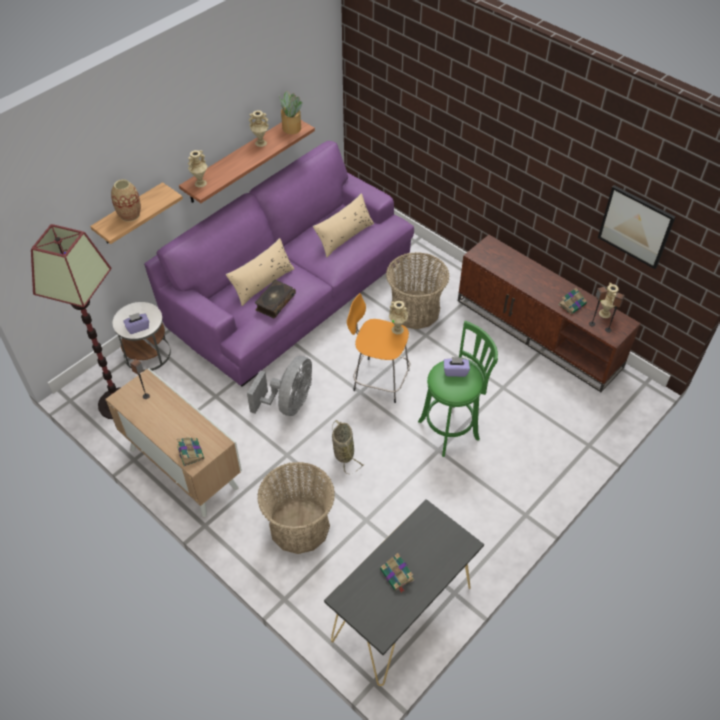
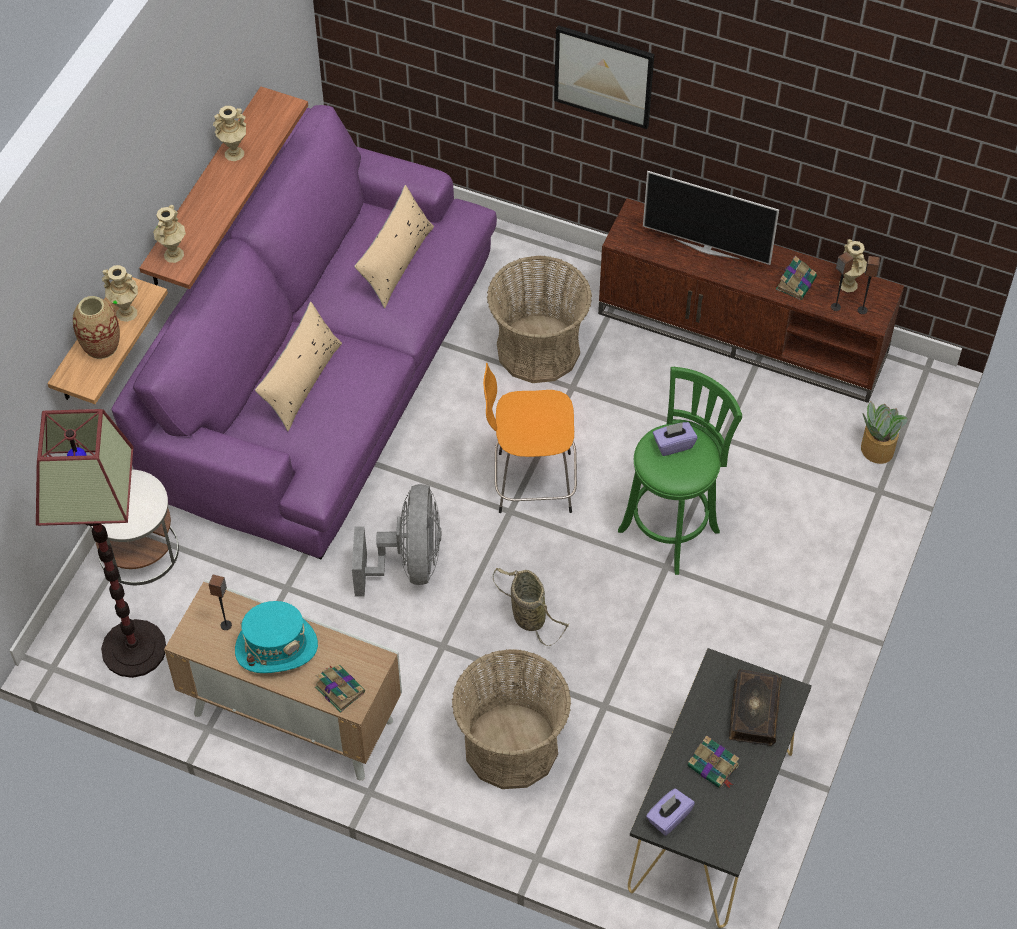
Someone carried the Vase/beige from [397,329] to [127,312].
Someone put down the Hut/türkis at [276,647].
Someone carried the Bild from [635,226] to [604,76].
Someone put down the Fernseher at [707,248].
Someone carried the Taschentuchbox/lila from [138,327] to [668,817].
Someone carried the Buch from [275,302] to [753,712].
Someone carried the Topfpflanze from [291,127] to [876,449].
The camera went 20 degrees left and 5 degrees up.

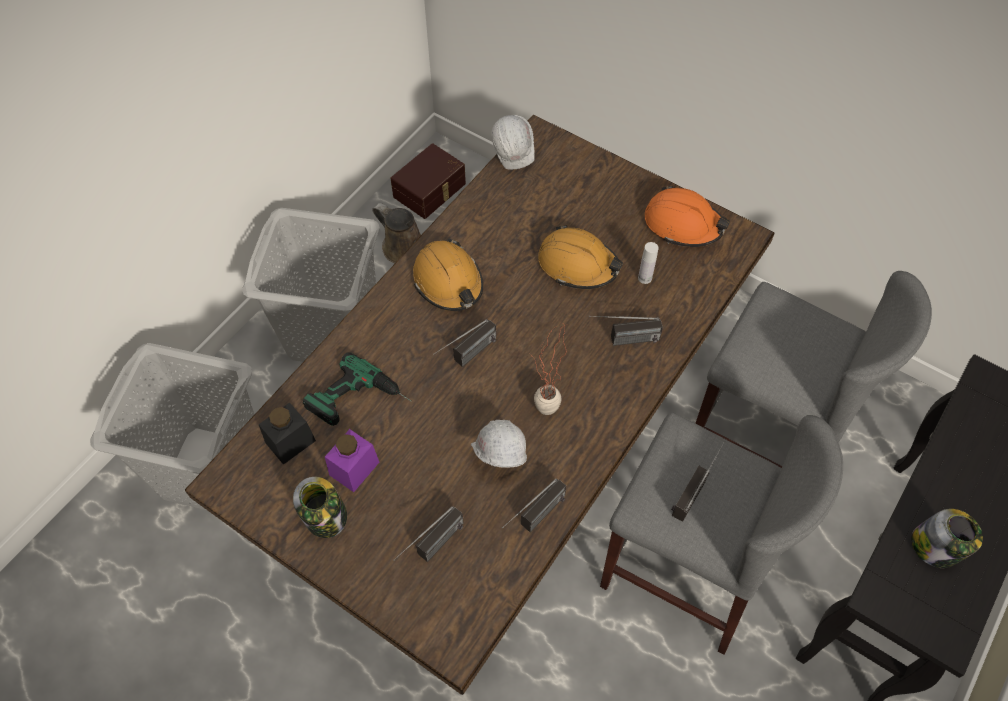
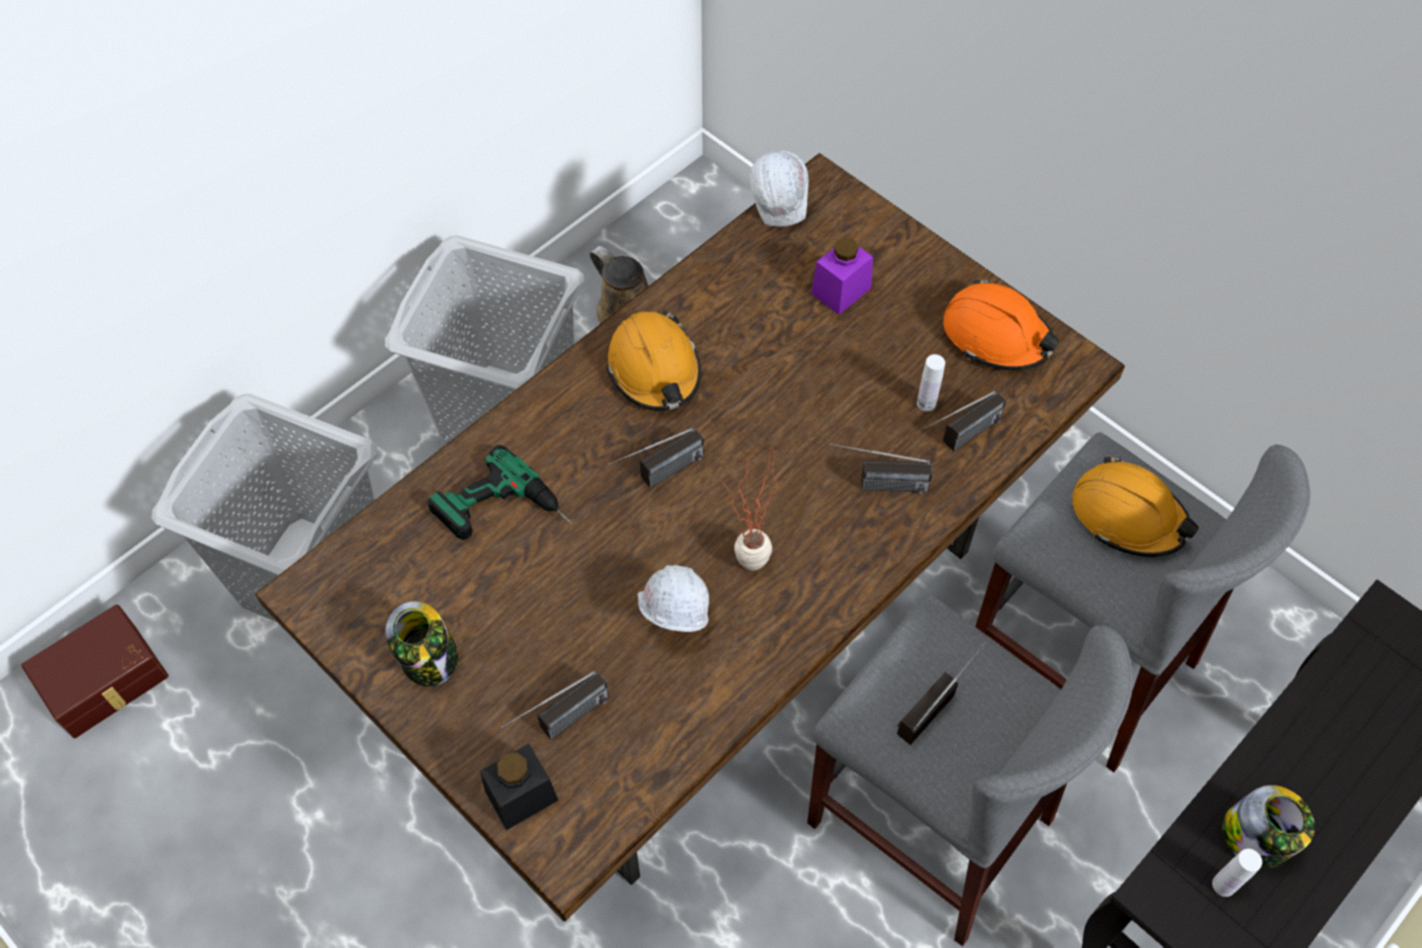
Someone carried the Aufbewahrungsbox/braun from [431,191] to [106,682].
Someone carried the Vorratsglas/schwarz from [290,442] to [521,796].
Someone carried the Vorratsglas/lila from [354,468] to [841,291].
Someone carried the Radio from [534,521] to [960,440].
Someone carried the Schutzhelm/orange from [578,265] to [1128,516].
Someone put down the Flasche/weiß at [1223,885].
The camera went 10 degrees right and 0 degrees up.

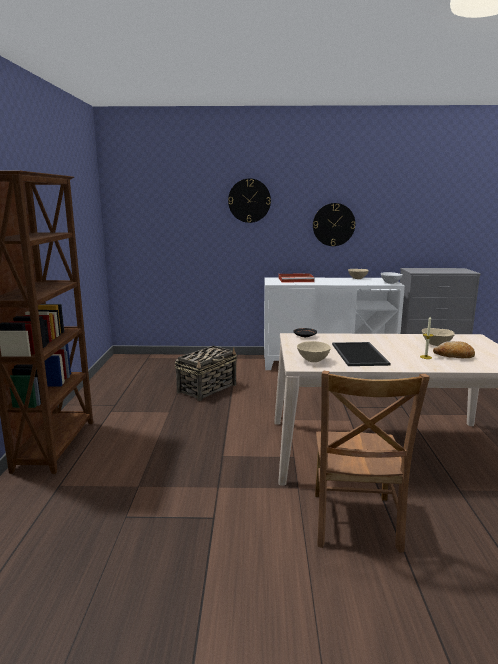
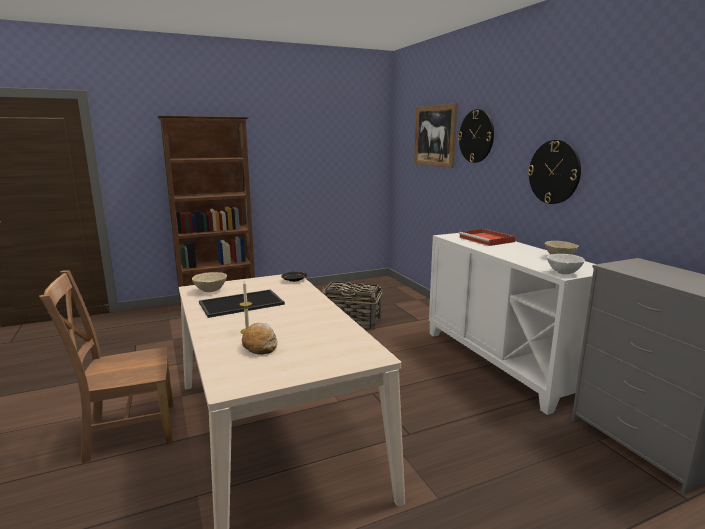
Someone put up the Bild at [435,136].
Someone took away the Schüssel/beige at [436,345].
The camera went 65 degrees right and 0 degrees up.

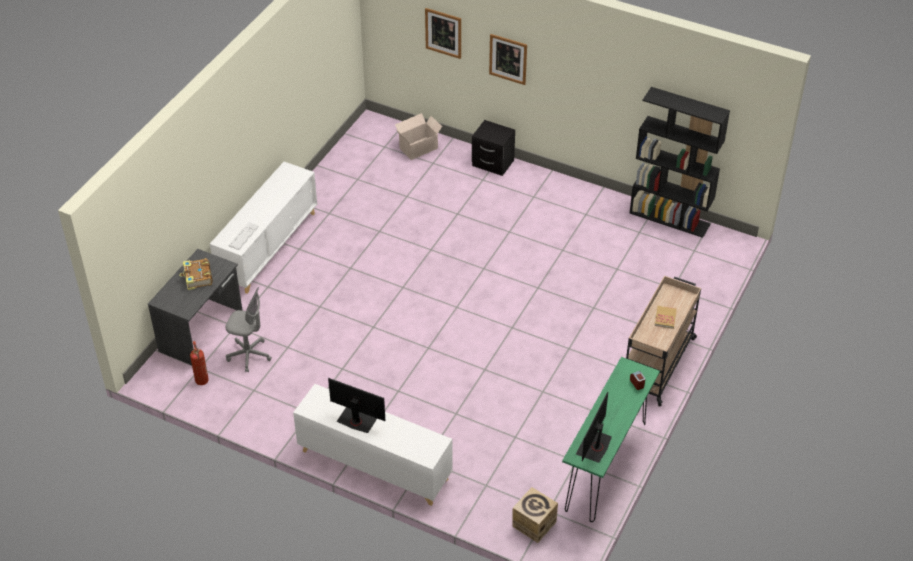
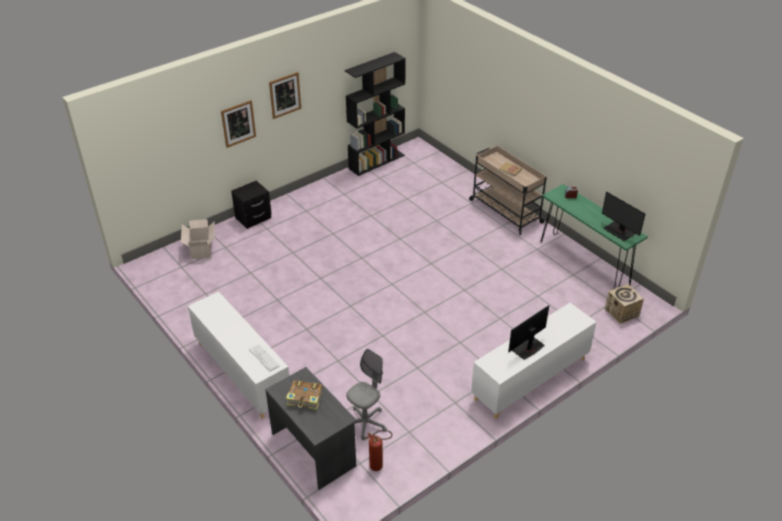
Someone carried the Bild from [443,33] to [285,95].
The camera went 65 degrees left and 5 degrees down.

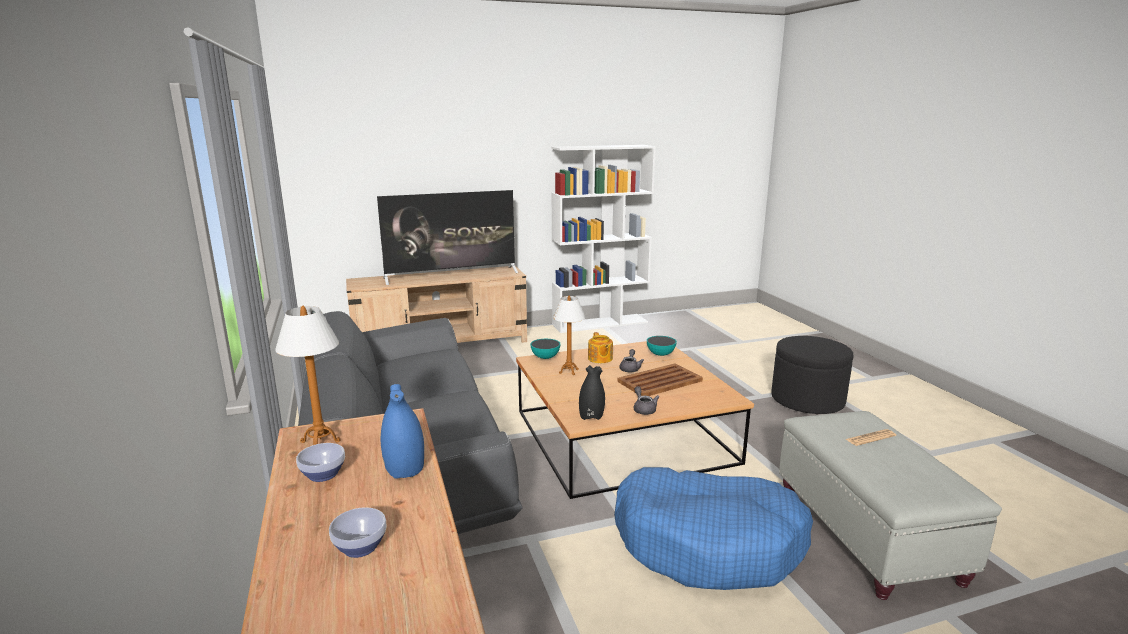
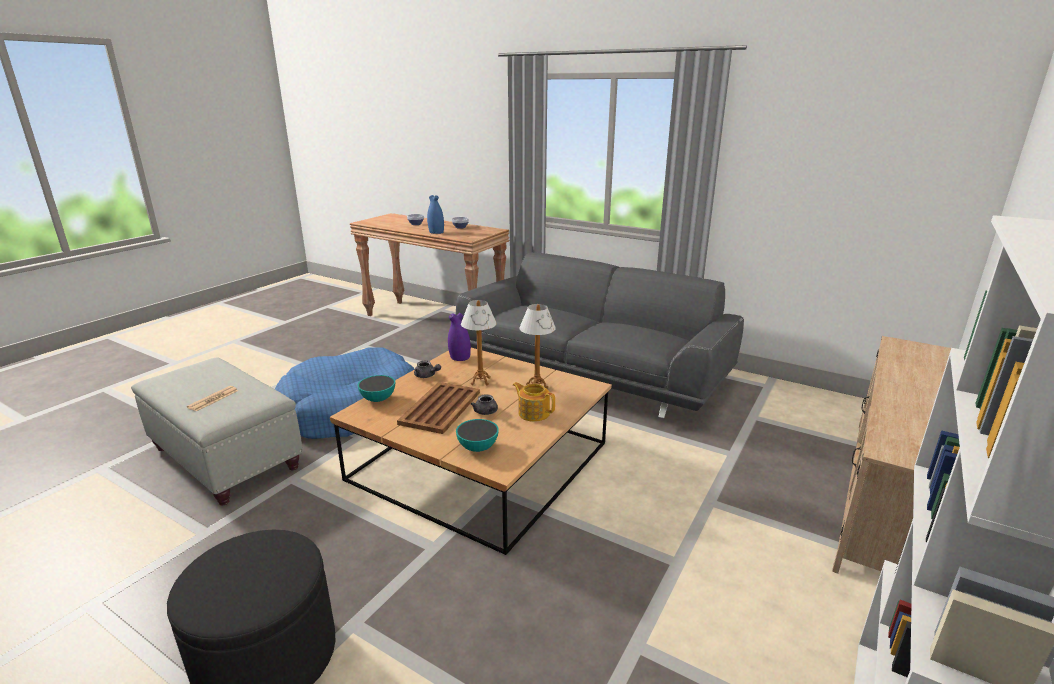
Someone carried the Schüssel from [545,357] to [378,399].
Someone repainted the Vase/schwarz at [591,416], which became the Vase/lila at [459,357].
Someone carried the Tischlampe from [320,442] to [480,381].
Someone took away the Fernseher at [452,275].
The camera went 140 degrees right and 5 degrees up.

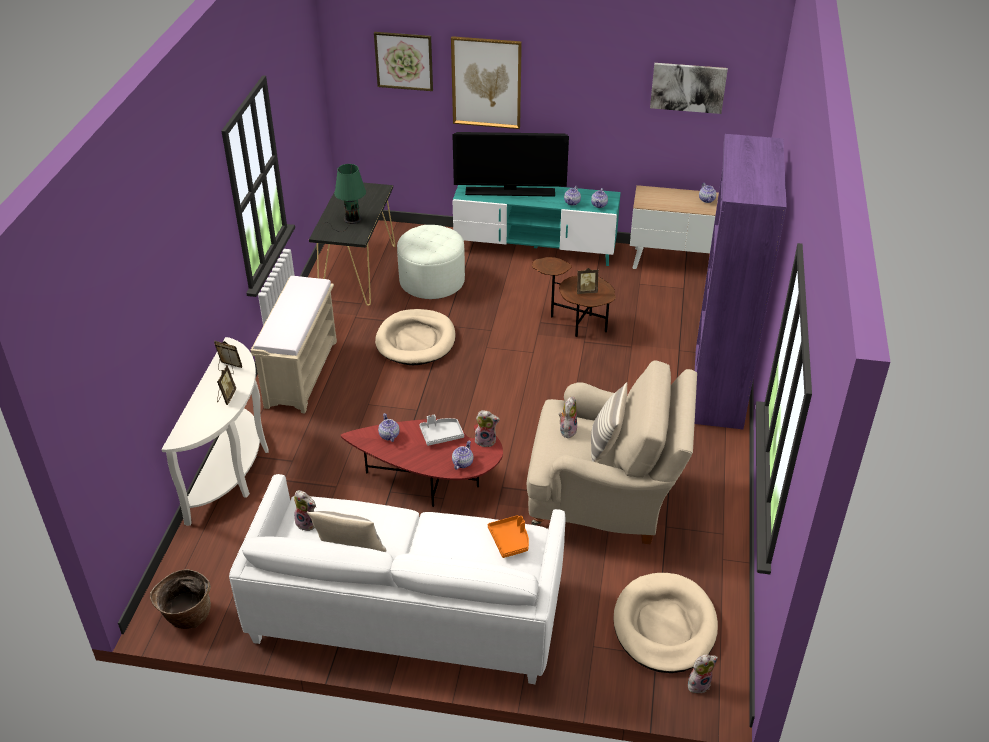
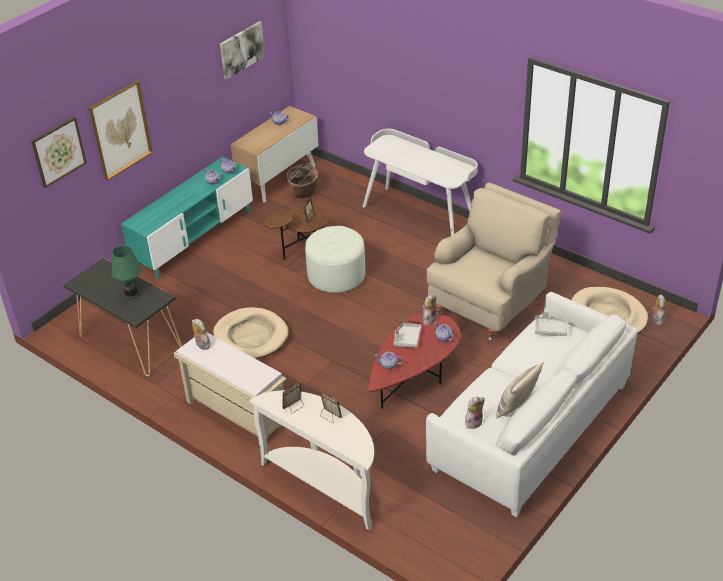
Someone carried the Plüschtier from [567,430] to [201,345].
Someone carried the Korb from [186,616] to [303,193].
Someone carried the Polsterhocker/weiß from [432,281] to [336,275].
Someone swapped the Bücherregal/lila at [717,387] for the Schreibtisch/weiß at [419,215].
Someone repainted the Tablett/orange at [510,540], which became the Tablett/grau at [550,329].
Someone took away the Fernseher at [510,192].
Someone took away the Kissen at [605,444].
The camera went 60 degrees left and 0 degrees up.

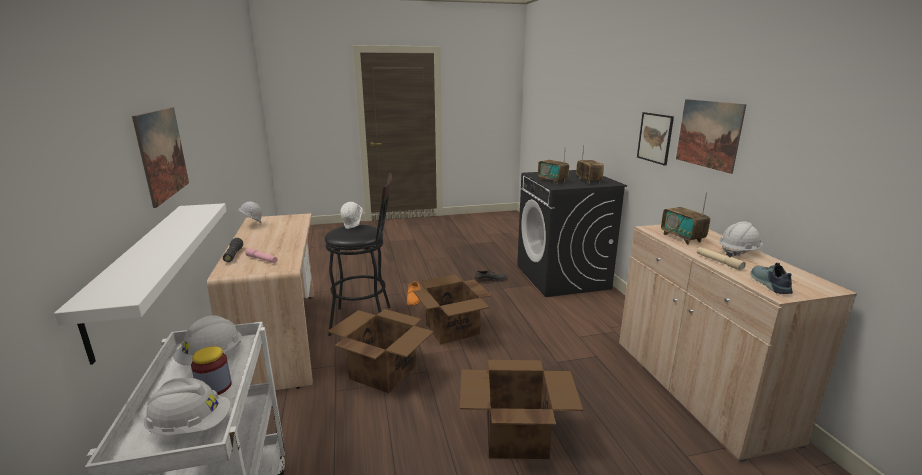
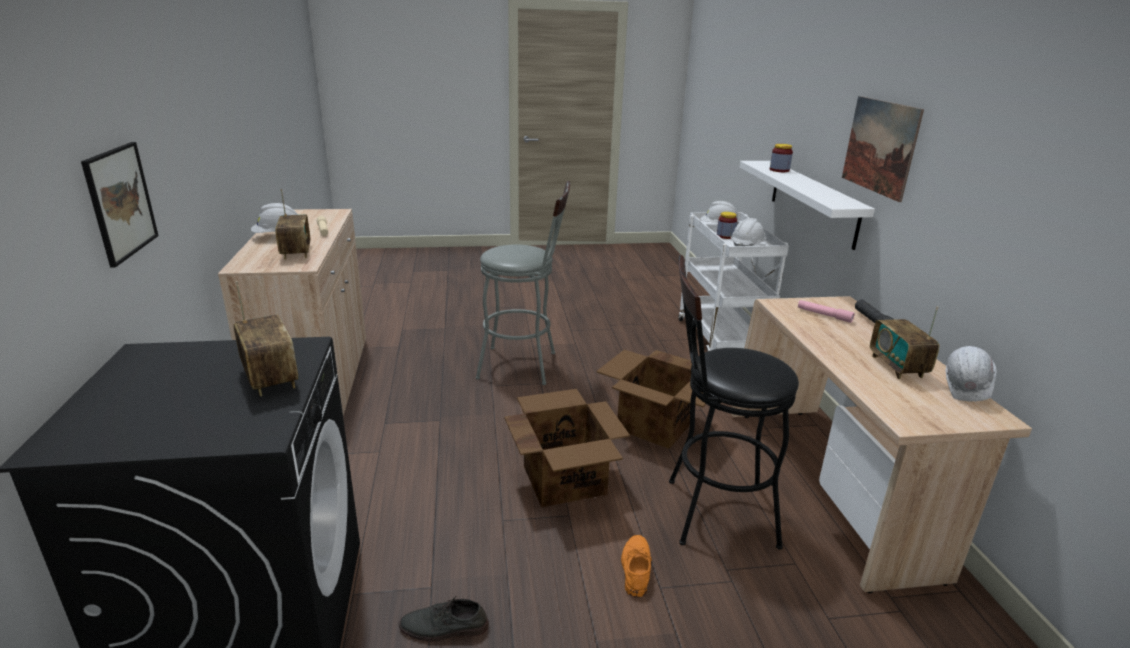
Someone swapped the Karton at [515,435] for the Hocker/grau at [525,366].
Someone put down the Vorratsglas at [779,170].
Someone carried the Radio from [588,181] to [897,367].
Someone took away the Schutzhelm/weiß at [353,226].
Someone took away the Bild at [708,134].
Someone took away the Schuh at [768,284].
The camera went 175 degrees left and 5 degrees up.

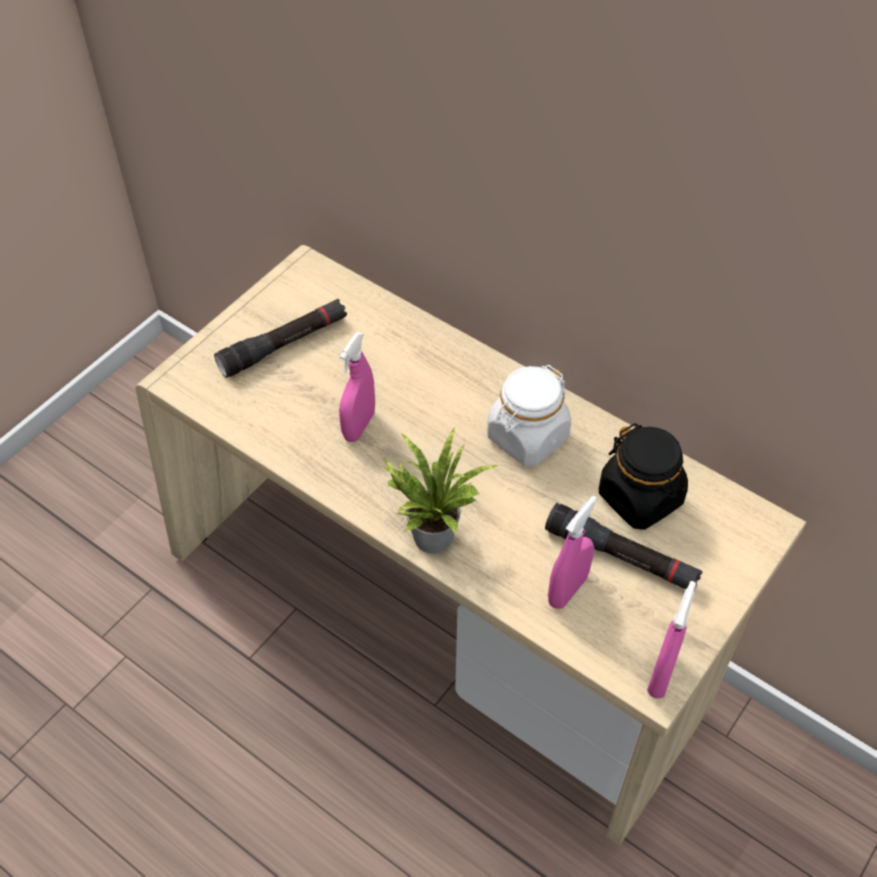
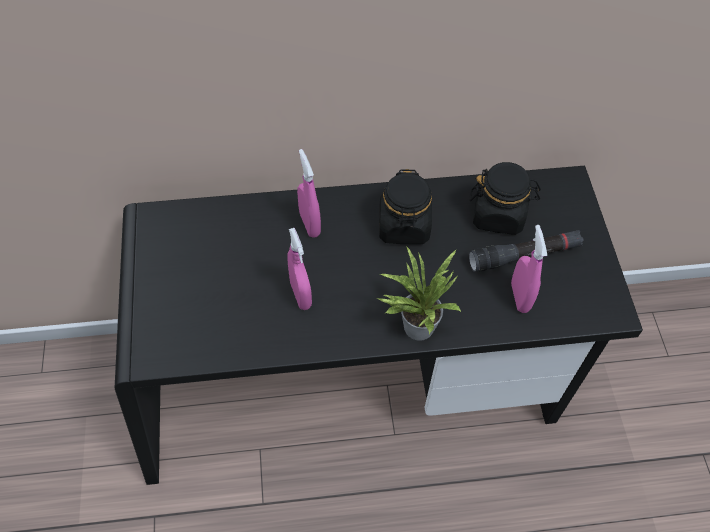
Someone repainted the Schreibtisch/beige at [438,625], which became the Schreibtisch/schwarz at [351,388].
Someone carried the Sprühflasche/rosa from [661,675] to [309,224].
Someone repainted the Vorratsglas/weiß at [527,437], which became the Vorratsglas/schwarz at [404,226].
Someone took away the Taschenlampe/schwarz at [284,345].
The camera went 45 degrees left and 5 degrees up.

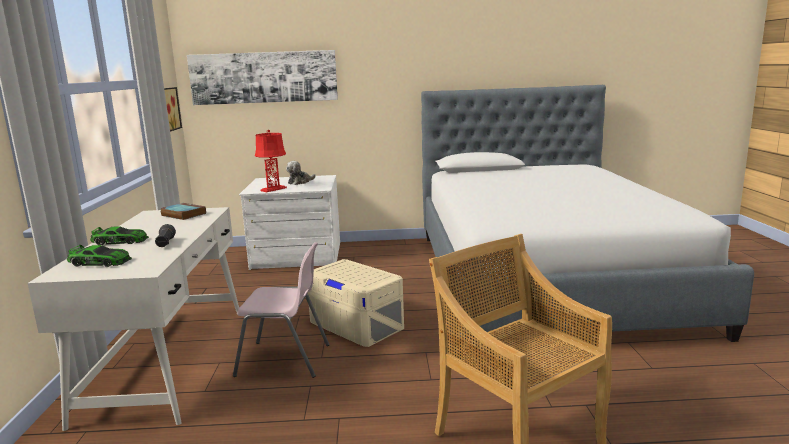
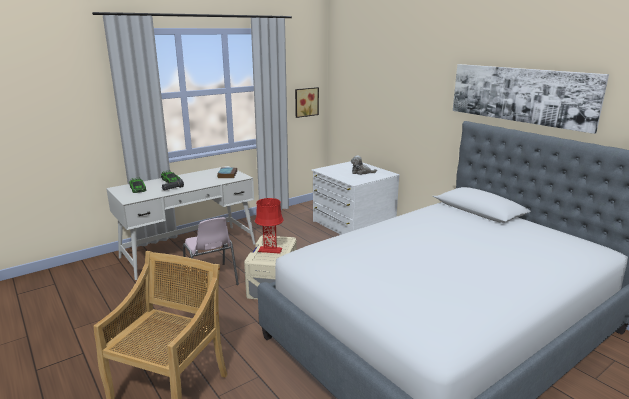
Someone carried the Tischlampe/rot from [273,189] to [270,250].
Someone carried the Bild from [264,77] to [520,95].
The camera went 55 degrees right and 5 degrees up.

